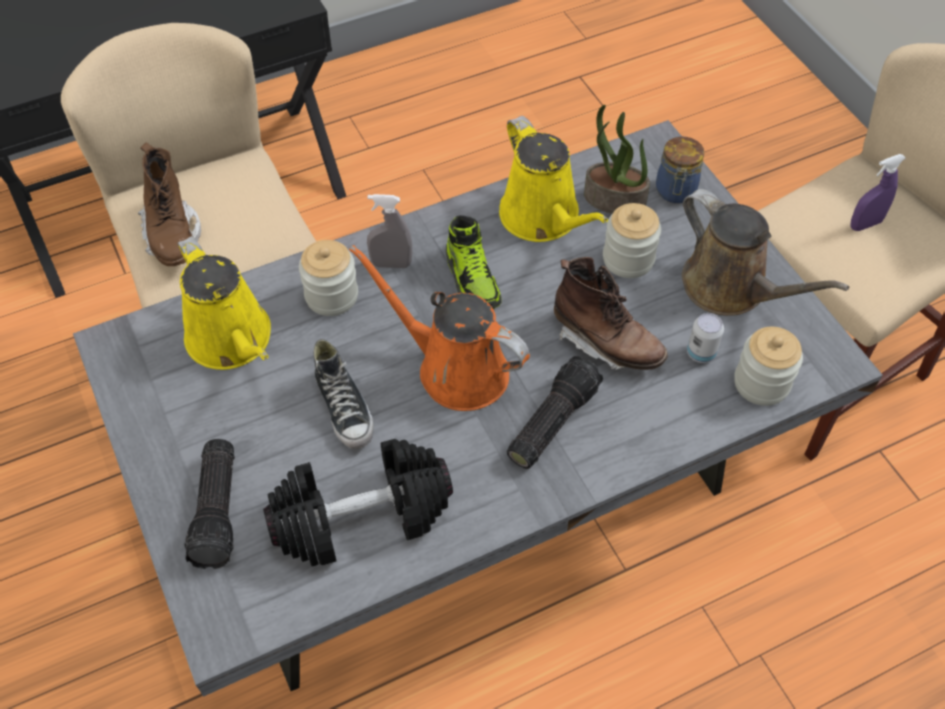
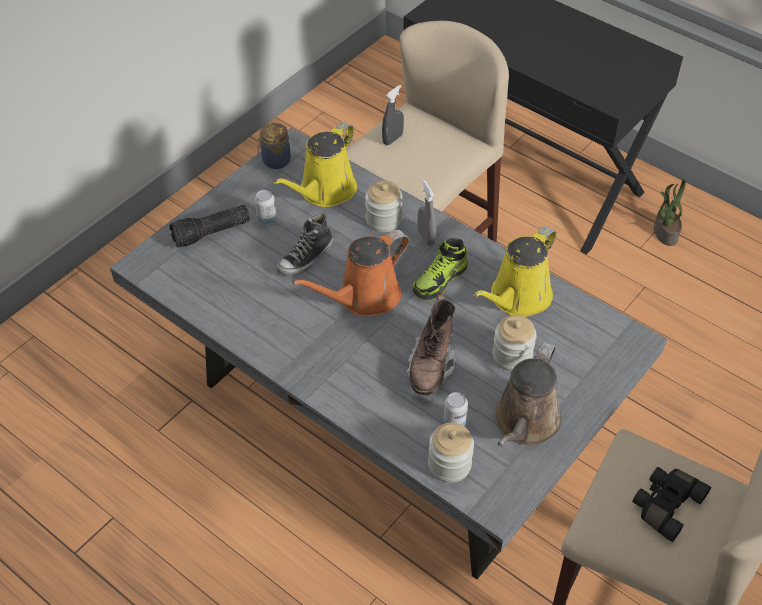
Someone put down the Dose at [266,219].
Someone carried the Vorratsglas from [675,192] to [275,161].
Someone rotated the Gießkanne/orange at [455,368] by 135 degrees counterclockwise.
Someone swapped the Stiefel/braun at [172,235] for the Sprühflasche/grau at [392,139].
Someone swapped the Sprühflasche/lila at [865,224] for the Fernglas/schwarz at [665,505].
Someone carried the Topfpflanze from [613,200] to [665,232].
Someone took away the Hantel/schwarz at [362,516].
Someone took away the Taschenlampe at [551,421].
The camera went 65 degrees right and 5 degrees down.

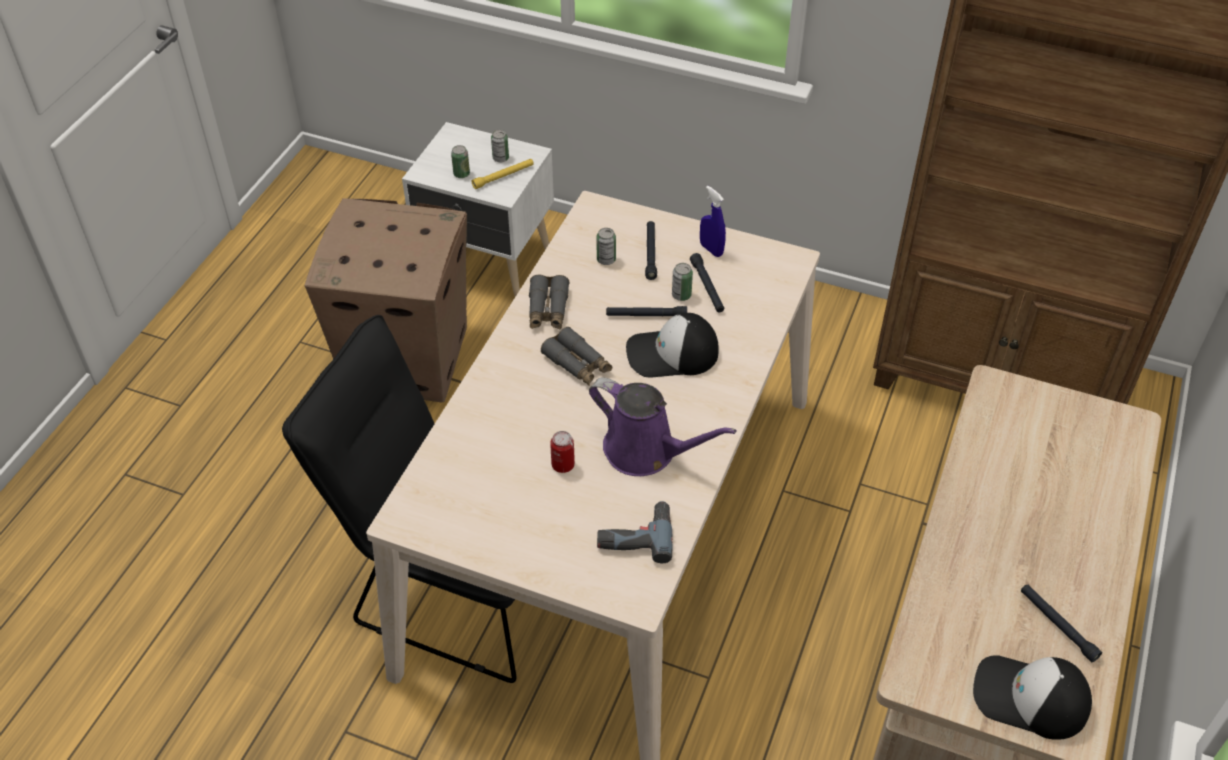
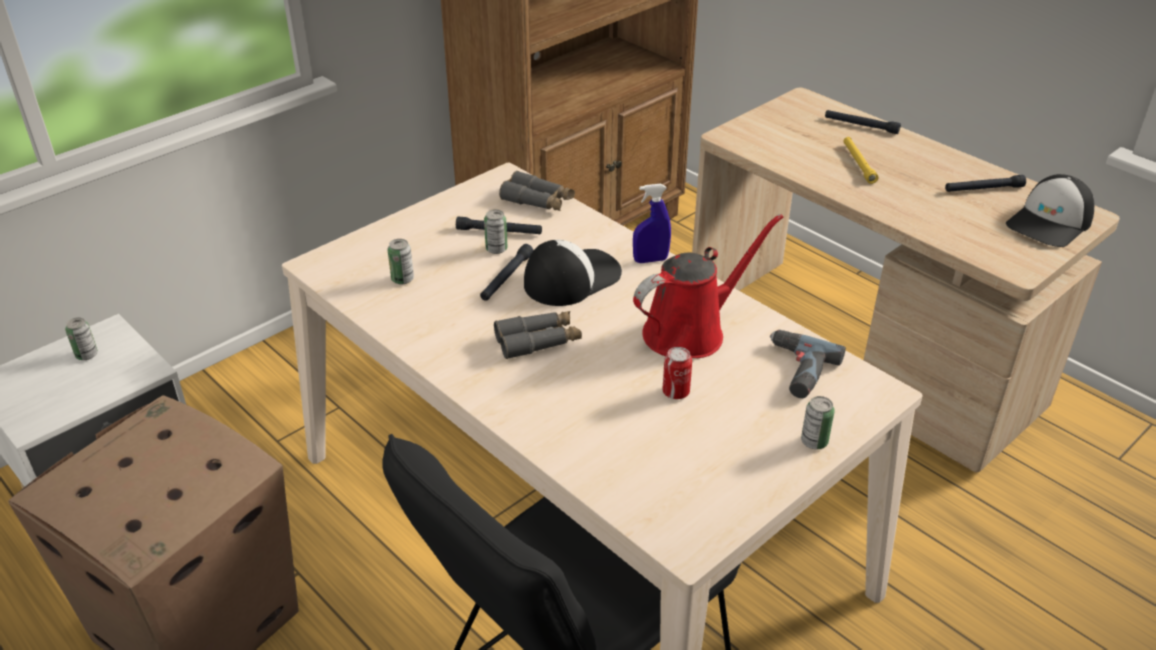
Someone carried the Fernglas/grau from [548,310] to [538,201].
Someone rotated the Kappe at [671,354] by 150 degrees counterclockwise.
Someone carried the Sprühflasche/blau from [711,249] to [650,260].
Someone repainted the Gießkanne/lila at [646,451], which became the Gießkanne/rot at [690,331].
Someone carried the Dose from [461,174] to [814,442].
Someone carried the Taschenlampe/schwarz from [650,253] to [861,126].
Someone carried the Taschenlampe/gelb from [503,177] to [858,164].
The camera went 65 degrees left and 10 degrees down.

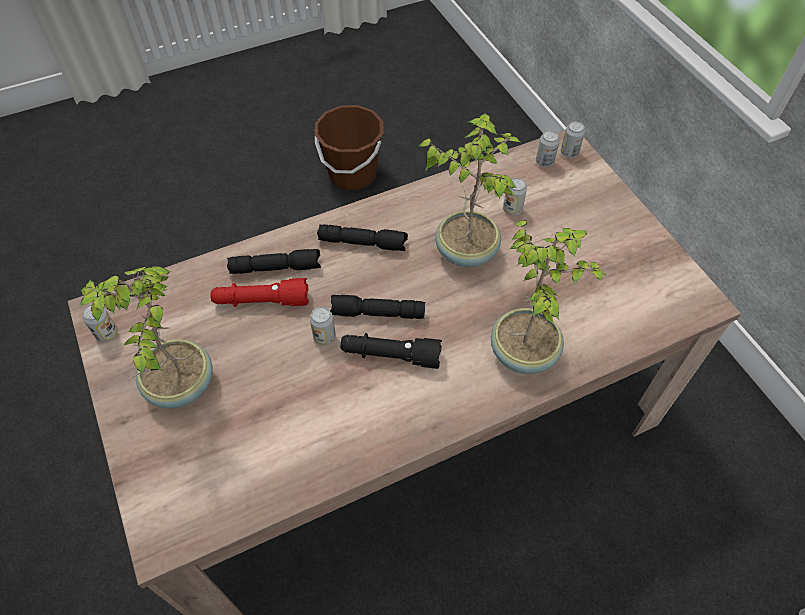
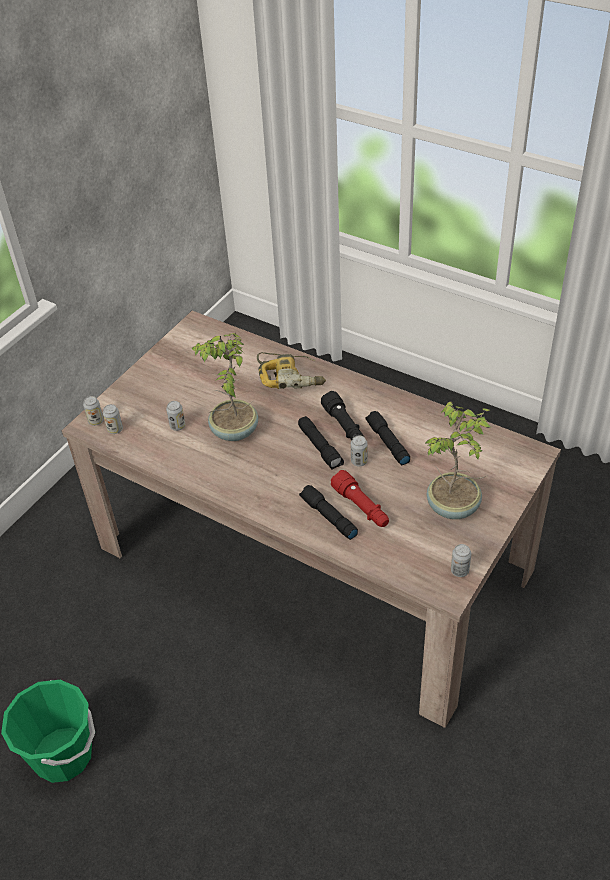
Someone repainted the Eimer/braun at [352,174], which became the Eimer/grün at [63,755].
Someone swapped the Topfpflanze at [524,351] for the Bohrmaschine at [291,376].
Someone carried the Taschenlampe/schwarz from [363,242] to [387,442].
The camera went 120 degrees left and 10 degrees down.

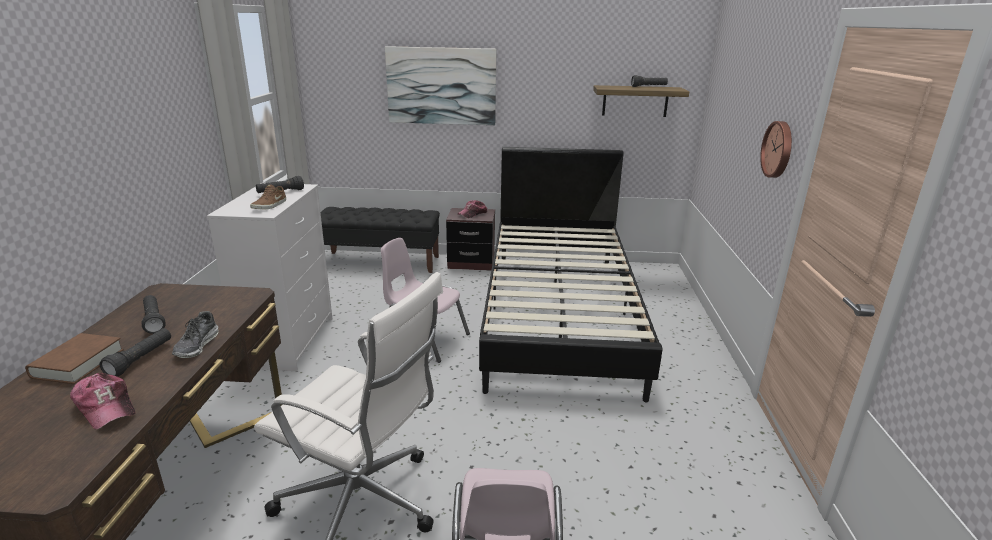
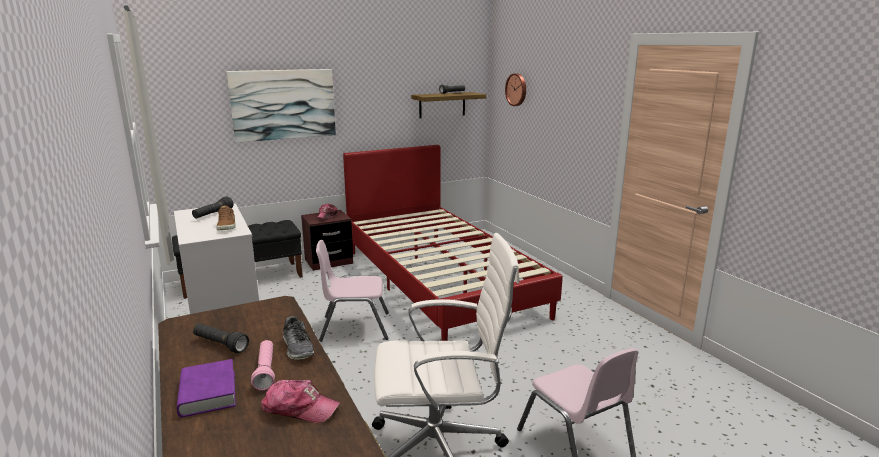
Someone repainted the Buch/braun at [78,363], which became the Buch/lila at [208,393].
Someone repainted the Taschenlampe/schwarz at [141,359], which became the Taschenlampe/rosa at [265,372].
Someone repainted the Bett/schwarz at [559,313], which became the Bett/rot at [439,281].
Someone carried the Wanduhr from [778,149] to [517,89].
The camera went 30 degrees left and 5 degrees down.

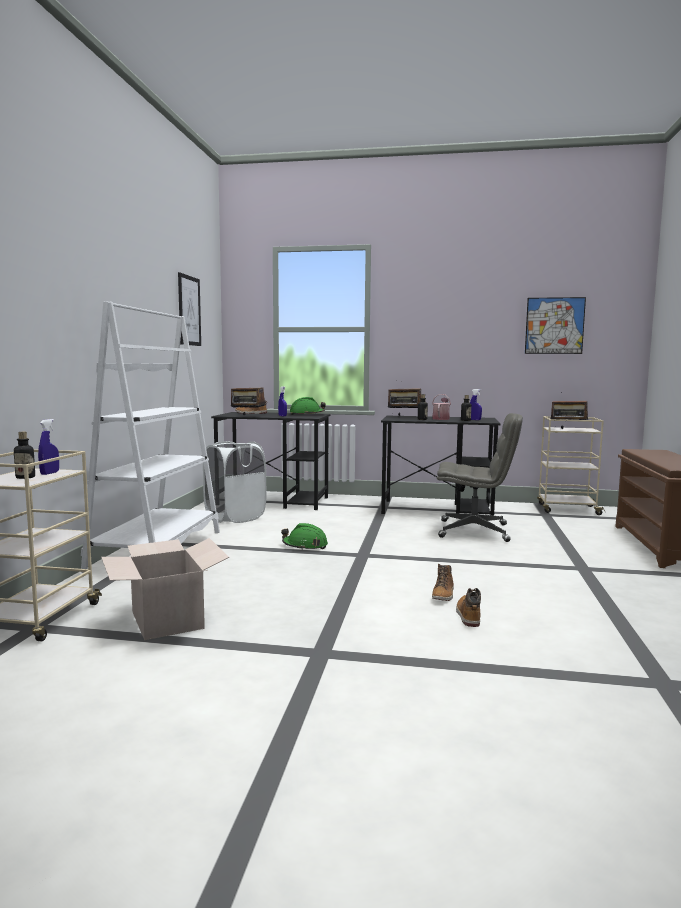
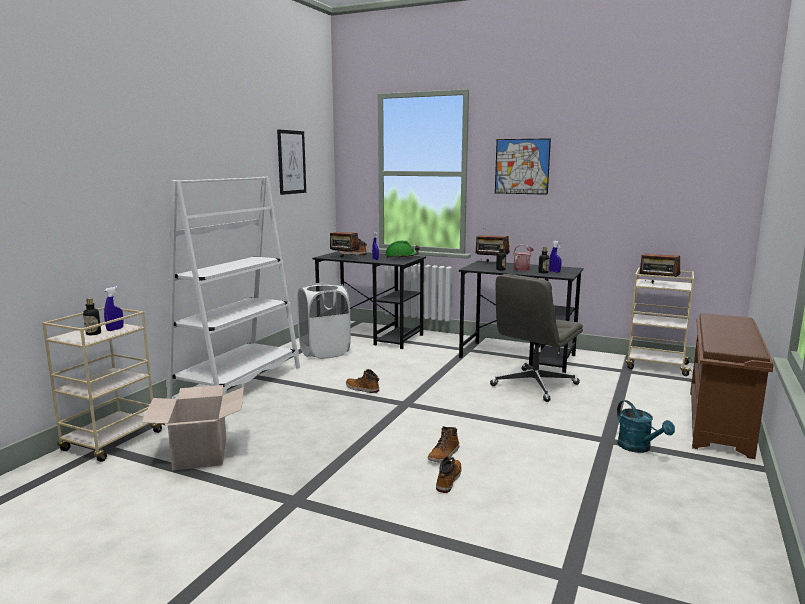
Someone swapped the Schutzhelm/grün at [305,546] for the Stiefel at [362,389].
Someone rotated the Bürostuhl/grau at [475,531] by 105 degrees clockwise.
Someone carried the Bild from [554,325] to [522,166].
Someone put down the Gießkanne/türkis at [638,448].
The camera went 15 degrees right and 5 degrees up.

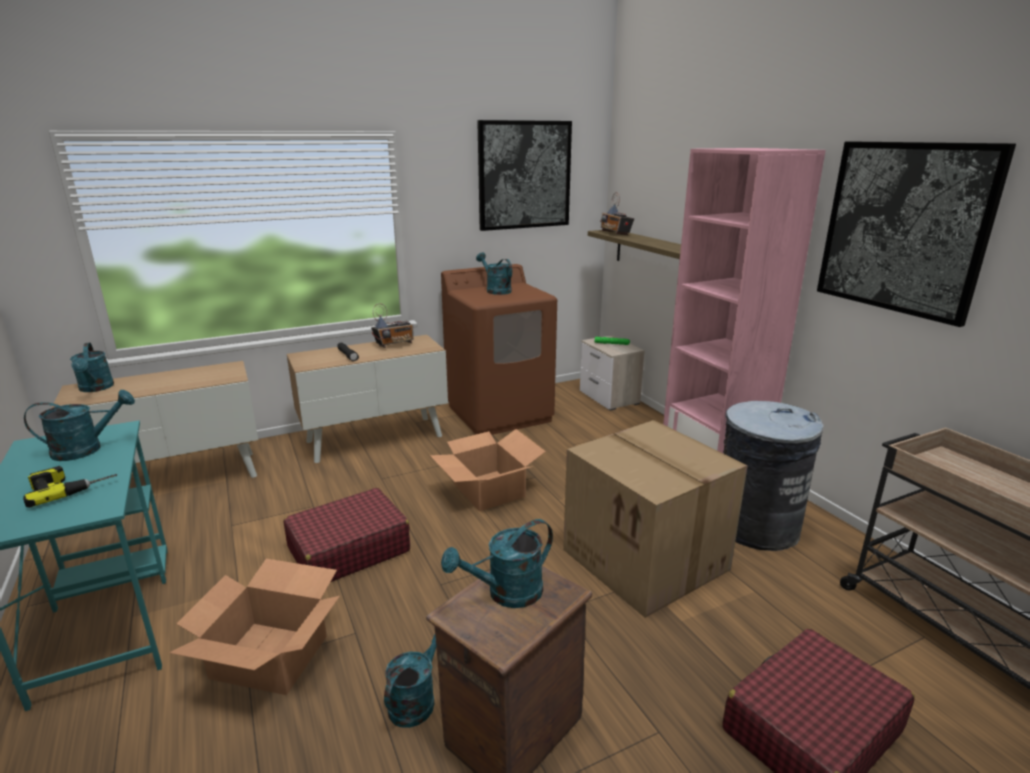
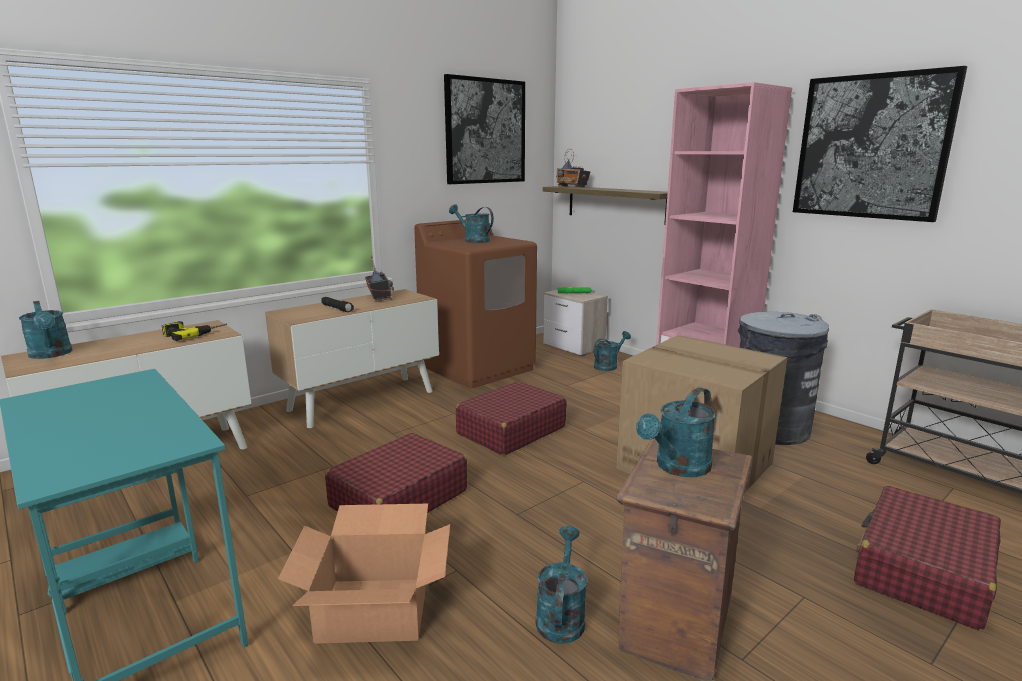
Someone carried the Bohrmaschine from [71,486] to [194,333].
Someone rotated the Radio at [395,344] by 60 degrees counterclockwise.
Someone swapped the Karton at [488,490] for the Koffer/rot at [511,430].
Someone carried the Gießkanne/türkis from [86,449] to [608,366].
The camera went 15 degrees left and 5 degrees down.

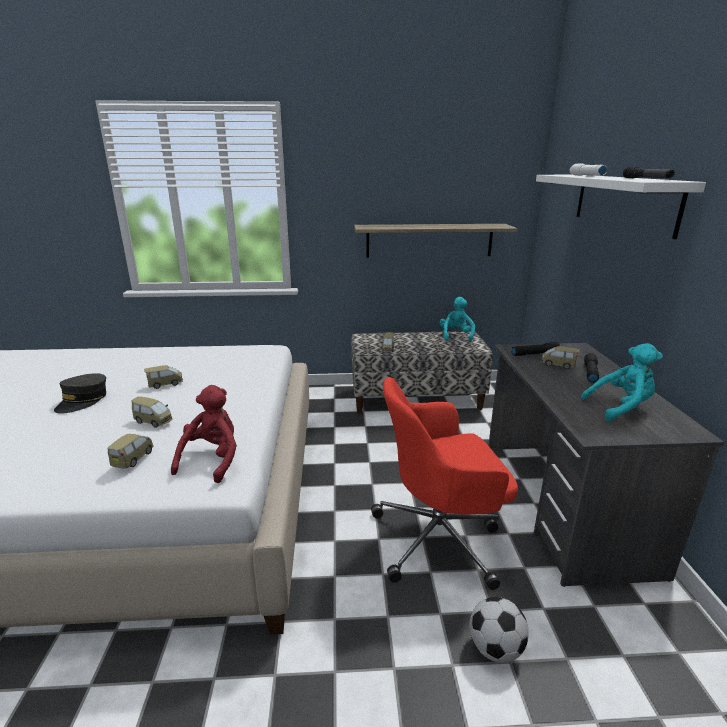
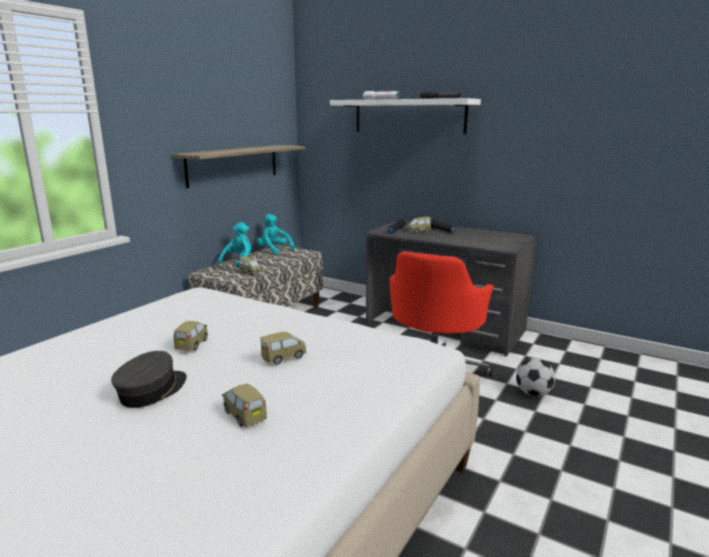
Someone rotated the Kappe/grau at [83,400] by 120 degrees counterclockwise.
Someone carried the Plüschtier/türkis from [620,407] to [239,262].
Someone carried the Spielzeugauto from [133,458] to [244,415].
Someone took away the Plüschtier/rot at [212,459].
The camera went 55 degrees left and 5 degrees down.

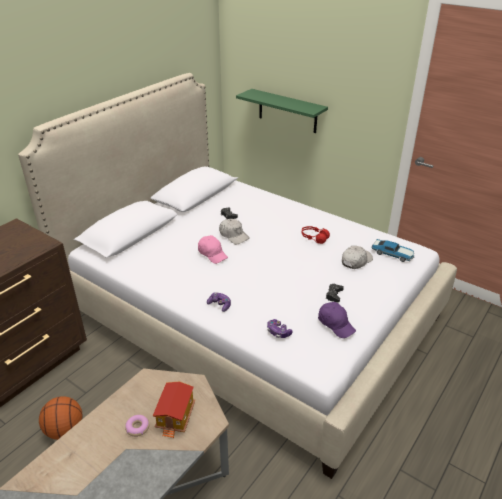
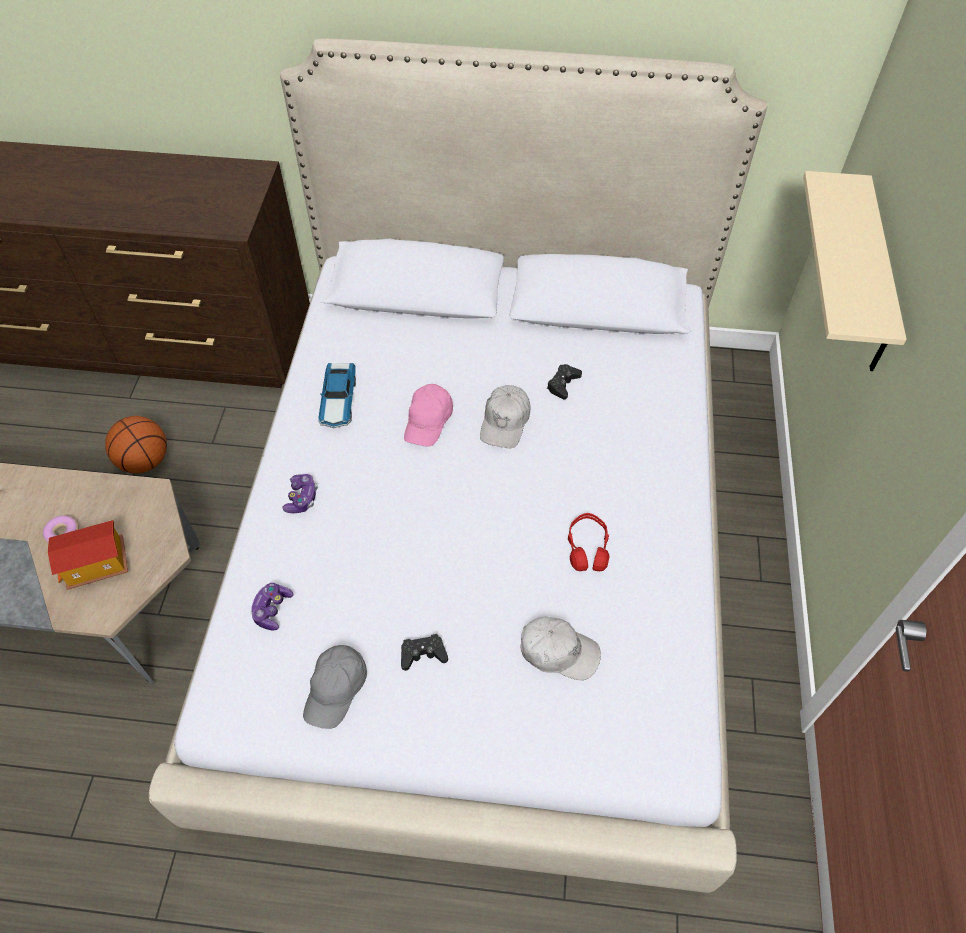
Someone repainted the Kappe/lila at [336,324], which became the Kappe/grau at [336,689].
Someone carried the Spielzeugauto from [393,254] to [338,401].
Someone repainted the Wandregal/grün at [287,111], which became the Wandregal/beige at [874,279].
The camera went 60 degrees right and 20 degrees up.

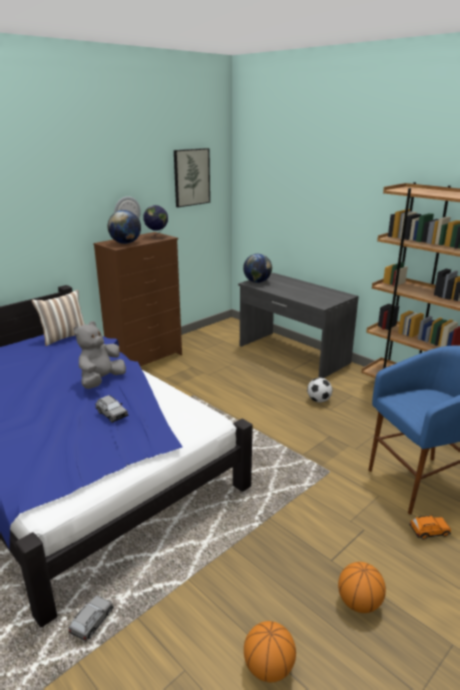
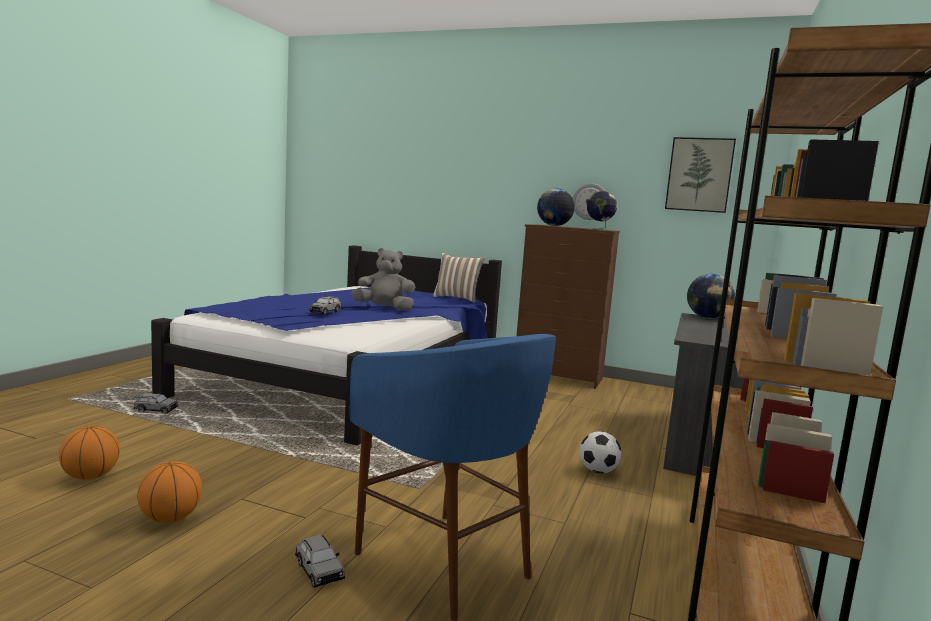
Someone repainted the Spielzeugauto/orange at [429,531], which became the Spielzeugauto/grau at [319,571].
The camera went 65 degrees right and 15 degrees down.

